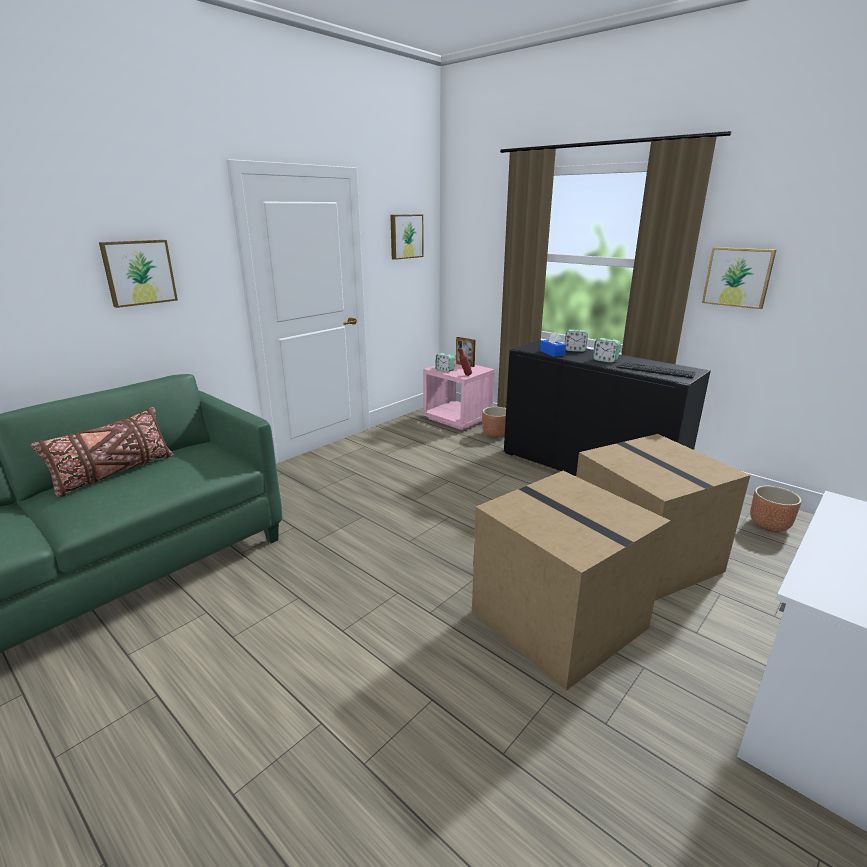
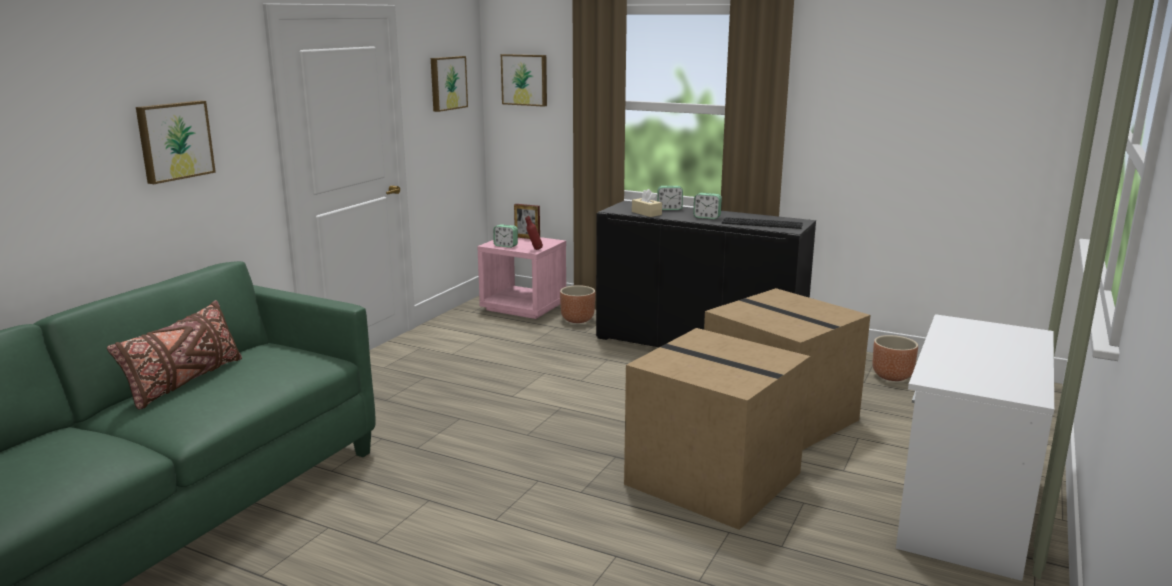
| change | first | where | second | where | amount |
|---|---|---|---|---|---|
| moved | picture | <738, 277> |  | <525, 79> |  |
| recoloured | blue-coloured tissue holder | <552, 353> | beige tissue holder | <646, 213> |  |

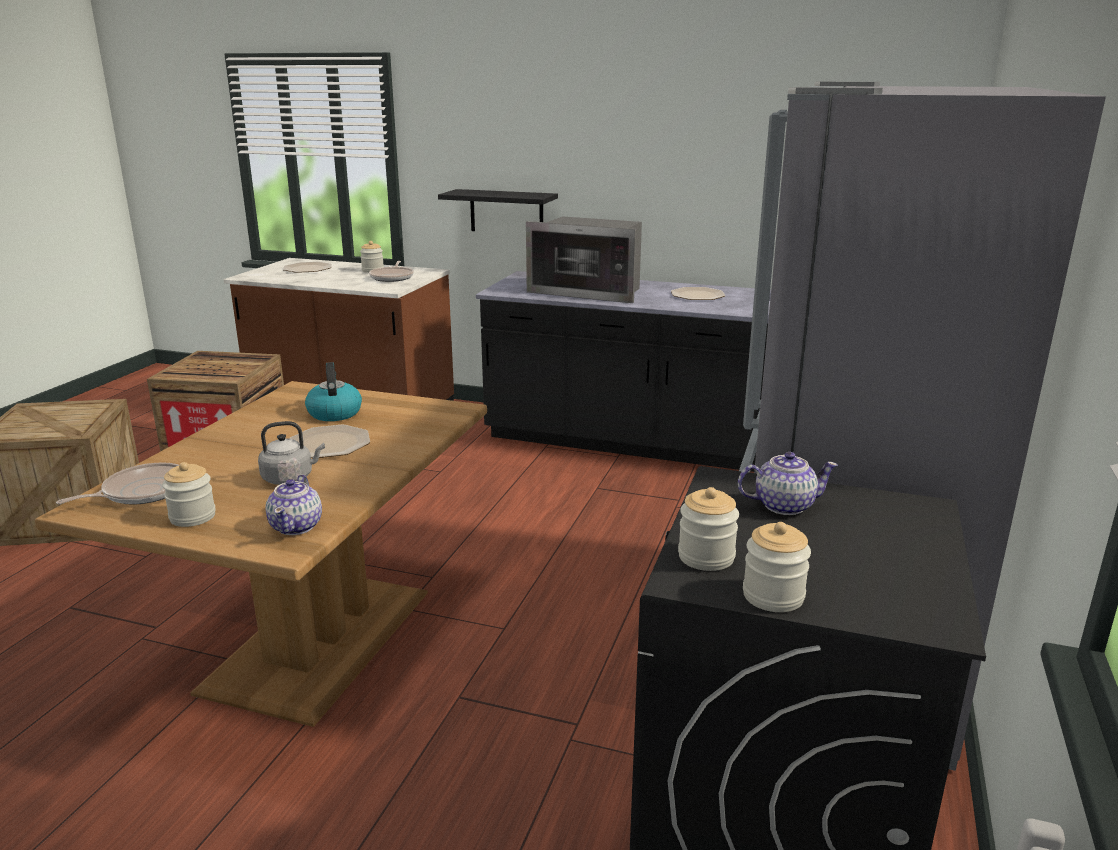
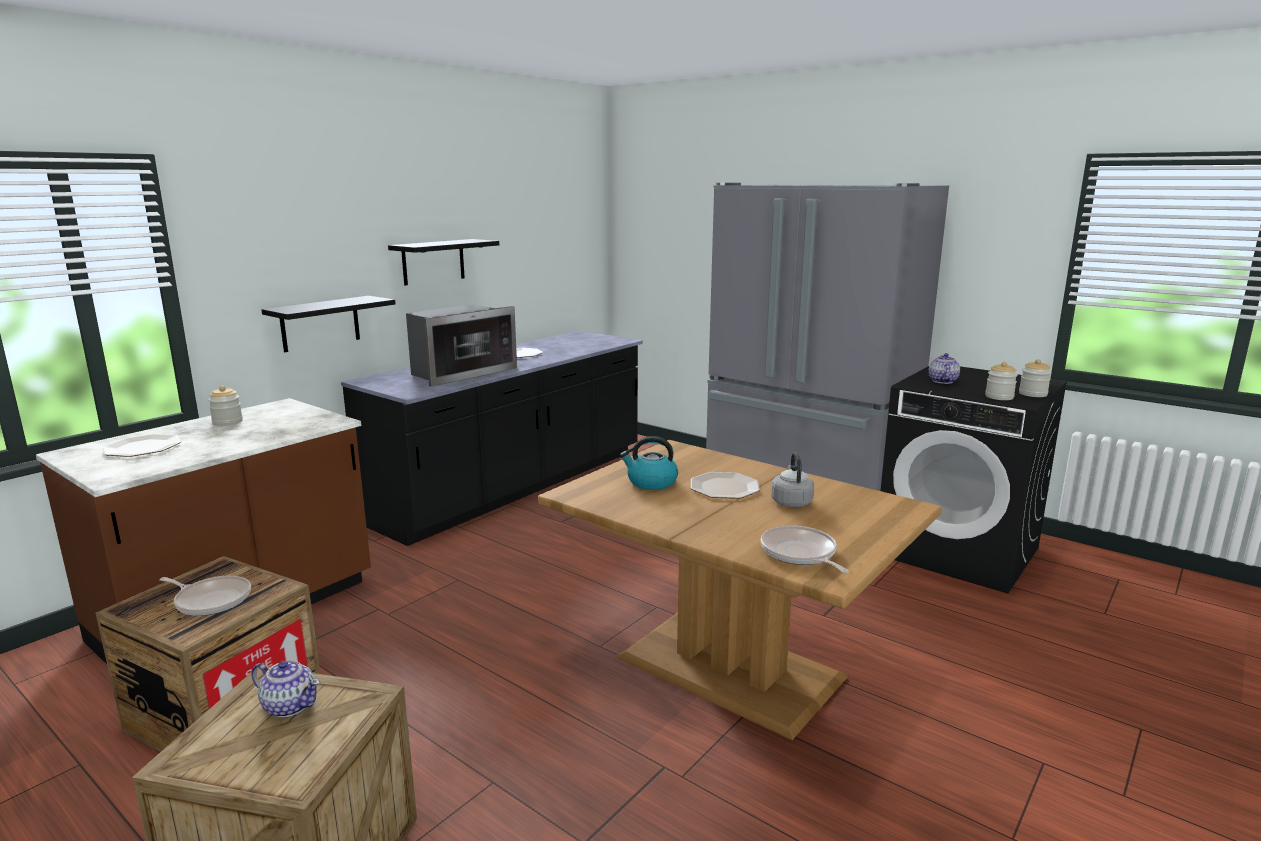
| change | first | where | second | where | amount |
|---|---|---|---|---|---|
| moved | frying pan | <392, 277> |  | <211, 600> |  |
| removed | storage jar | <192, 517> |  |  |  |
| moved | tea pot | <297, 526> |  | <289, 705> |  |
| added |  |  | black bracket shelf | <433, 261> |  |

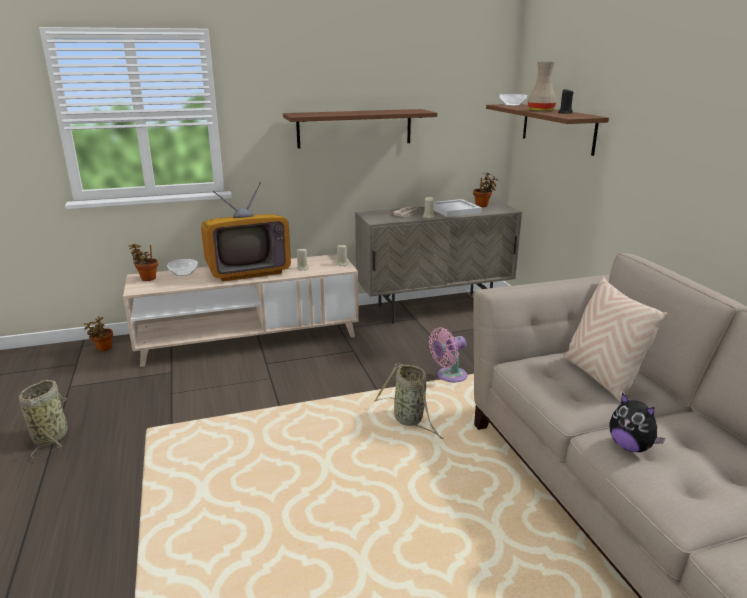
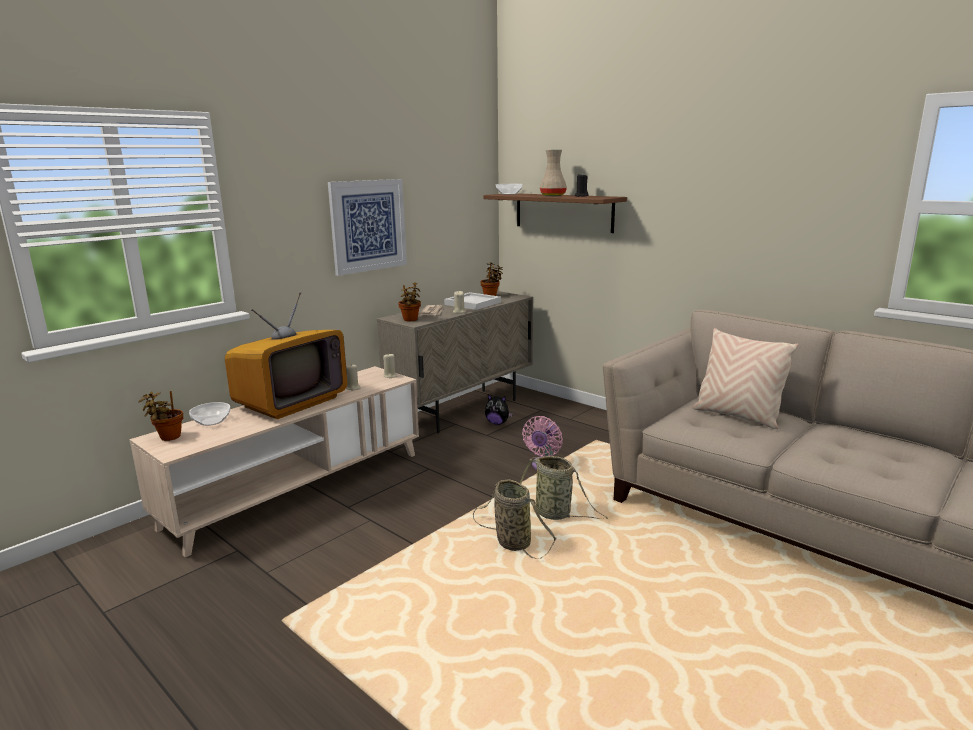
| change | first | where | second | where | amount |
|---|---|---|---|---|---|
| replaced | brownish bracket shelf | <354, 128> | picture | <368, 225> |  |
| moved | houseplant | <103, 349> |  | <410, 320> |  |
| moved | storage basket | <51, 436> |  | <511, 541> |  |
| moved | cuddly toy | <630, 447> |  | <497, 423> |  |

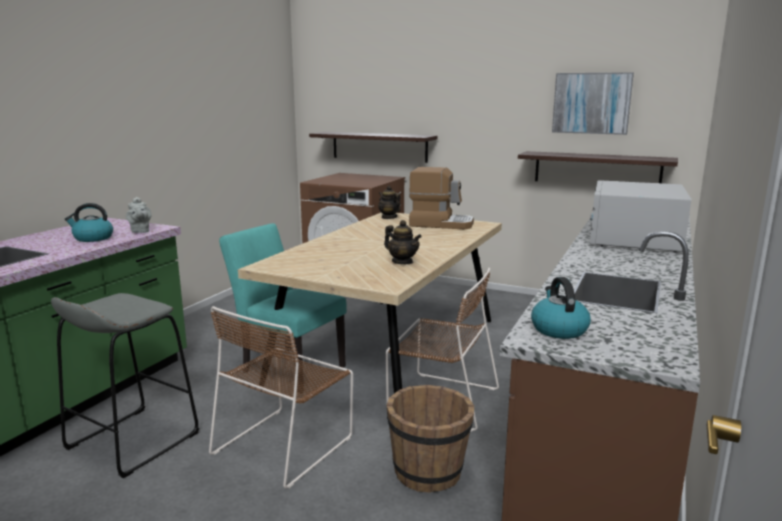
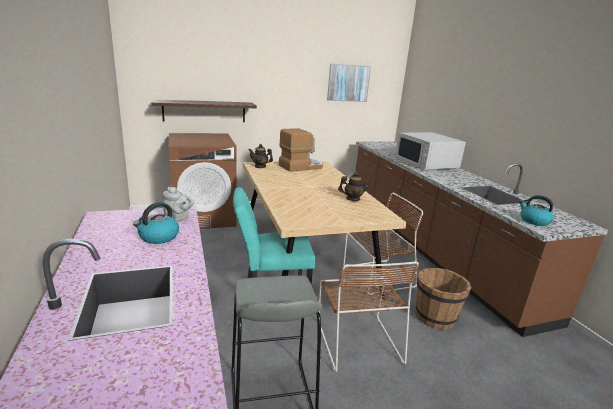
| change | first | where | second | where | amount |
|---|---|---|---|---|---|
| removed | bracket shelf | <596, 169> |  |  |  |

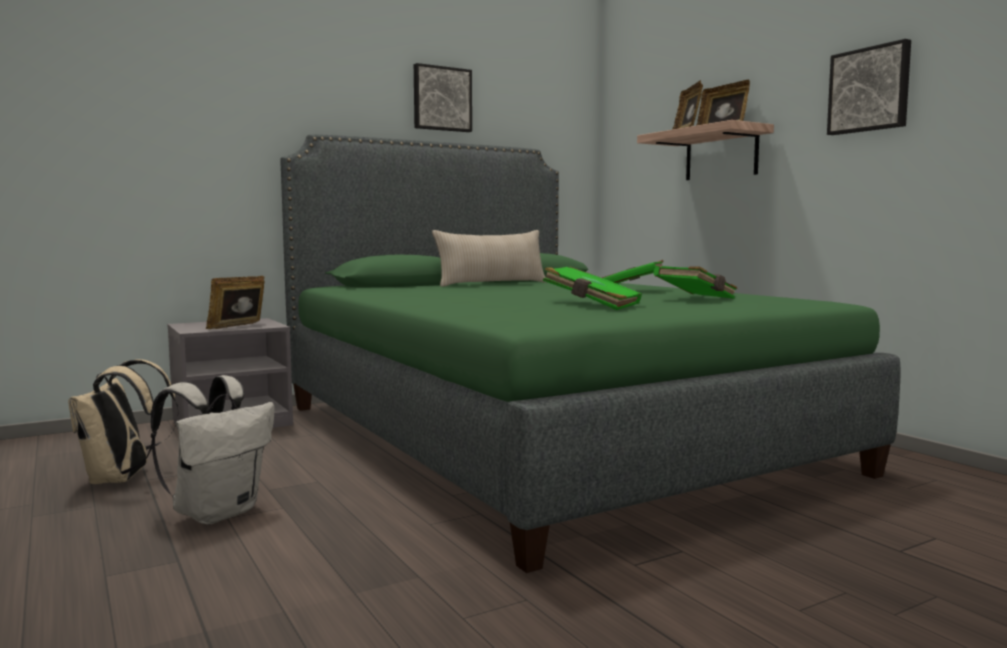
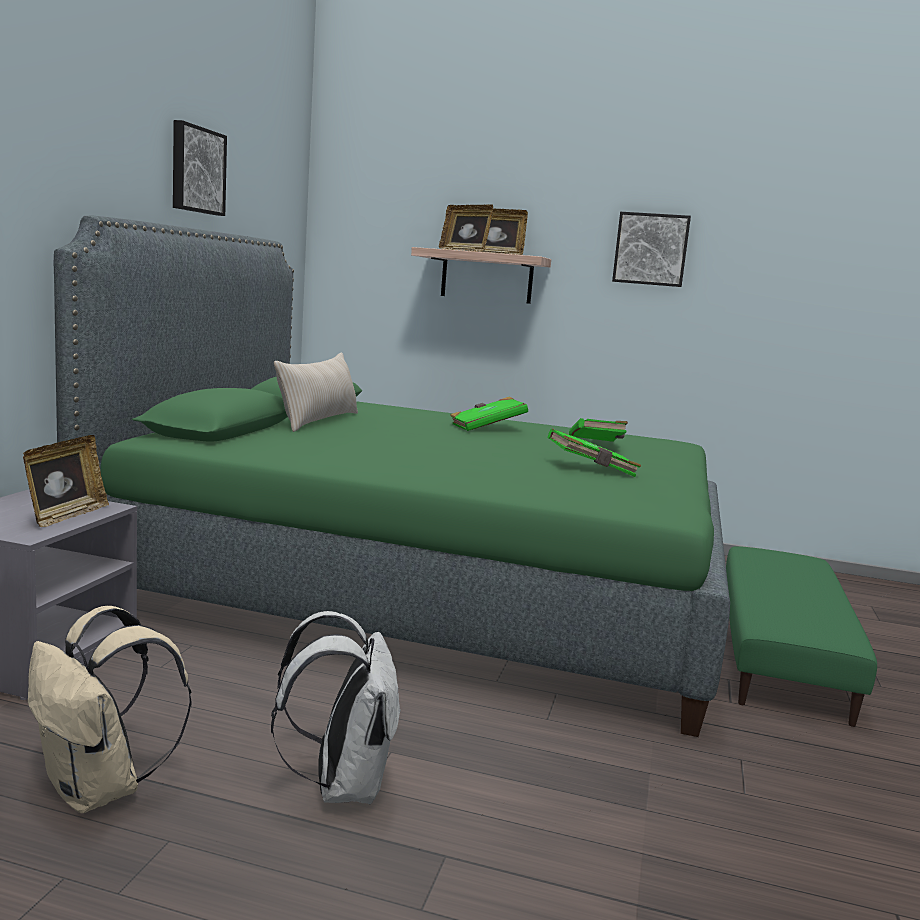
| change | first | where | second | where | amount |
|---|---|---|---|---|---|
| turned | standing frame | <238, 326> |  | <66, 516> | 150 degrees counterclockwise |
| added |  |  | green ottoman | <779, 652> |  |

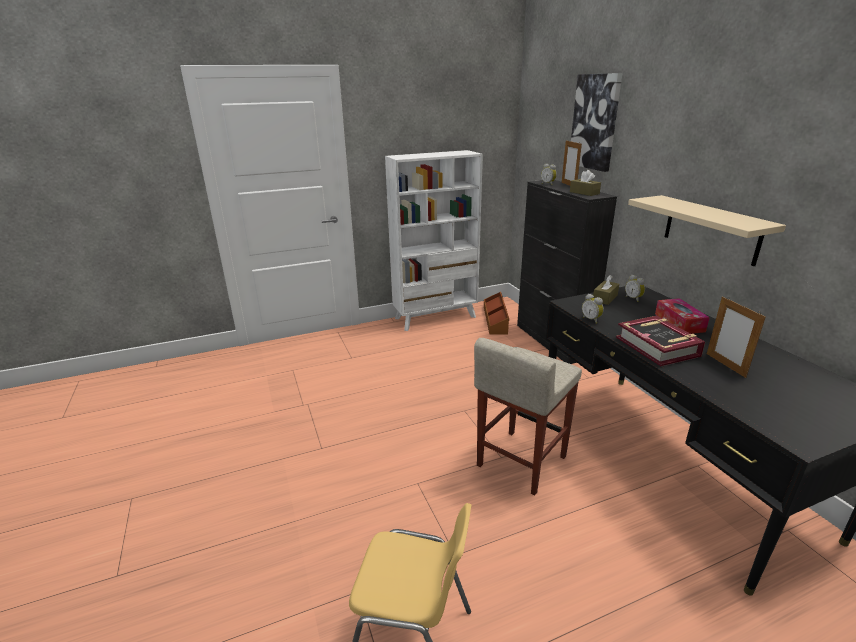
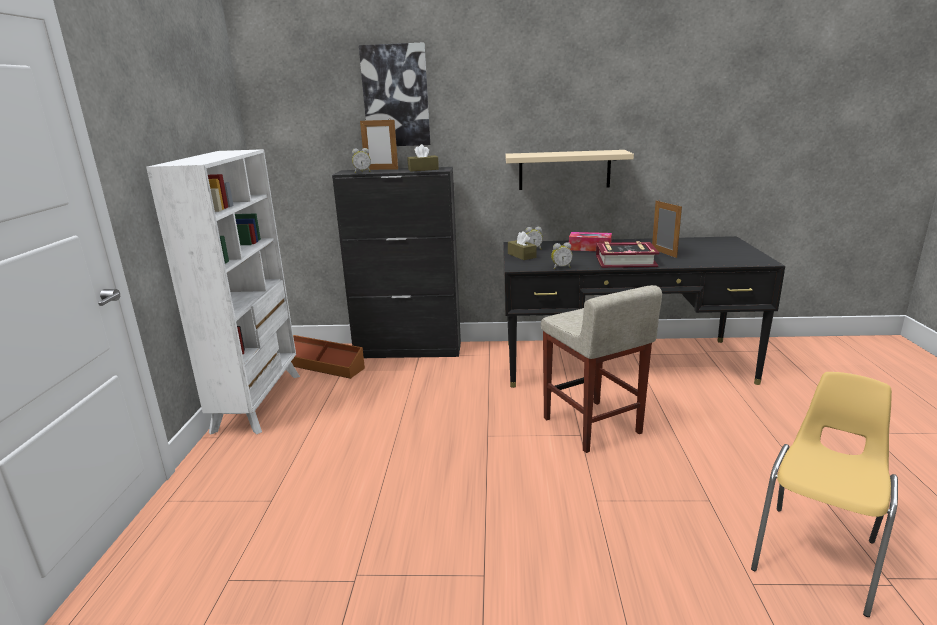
| change | first | where | second | where | amount |
|---|---|---|---|---|---|
| turned | standing frame | <725, 365> |  | <664, 253> | 120 degrees counterclockwise |

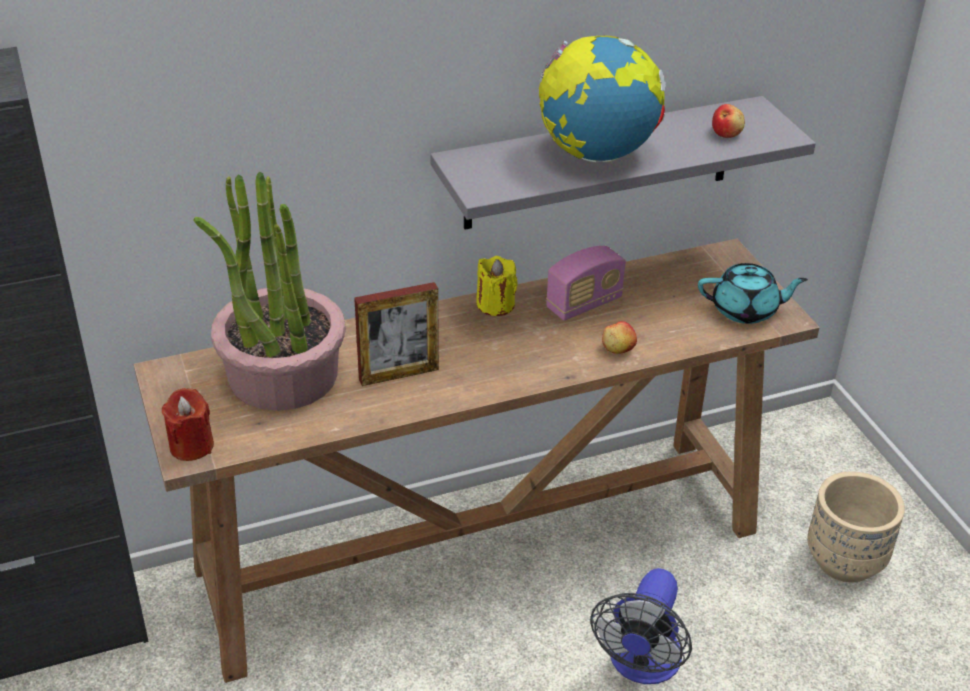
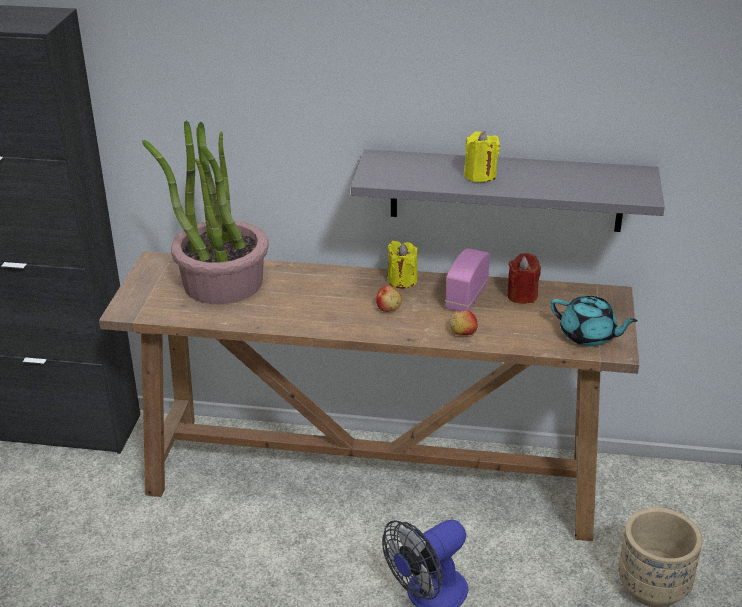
| change | first | where | second | where | amount |
|---|---|---|---|---|---|
| replaced | world globe | <597, 154> | yellow-coloured candle | <480, 175> |  |
| moved | apple fruit | <726, 133> |  | <389, 308> |  |
| turned | radio | <584, 304> |  | <466, 297> | 120 degrees clockwise |
| removed | standing frame | <399, 374> |  |  |  |
| moved | red candle | <191, 446> |  | <522, 295> |  |

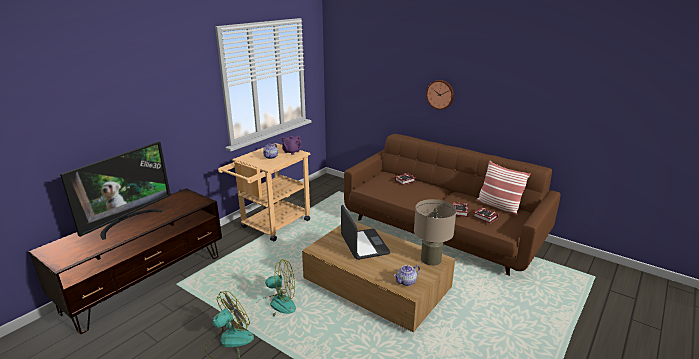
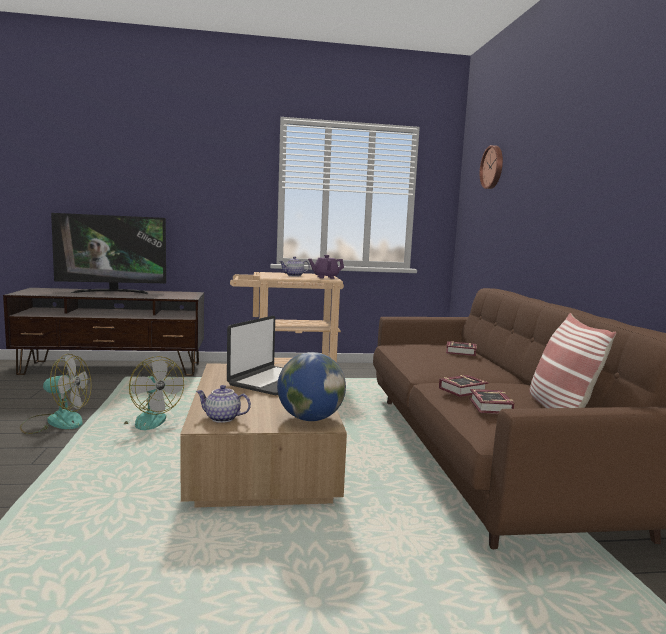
| change | first | where | second | where | amount |
|---|---|---|---|---|---|
| moved | clock on the wall | <440, 94> |  | <493, 167> |  |
| replaced | beige table lamp | <431, 259> | world globe | <310, 419> |  |

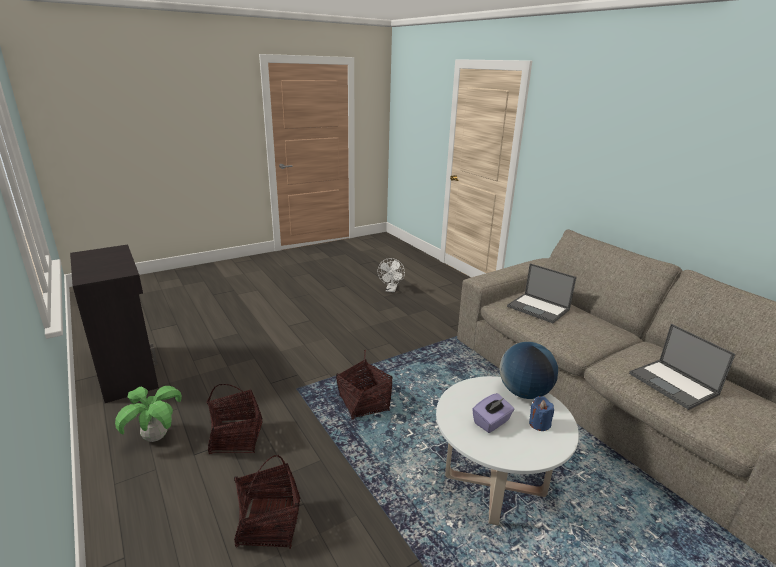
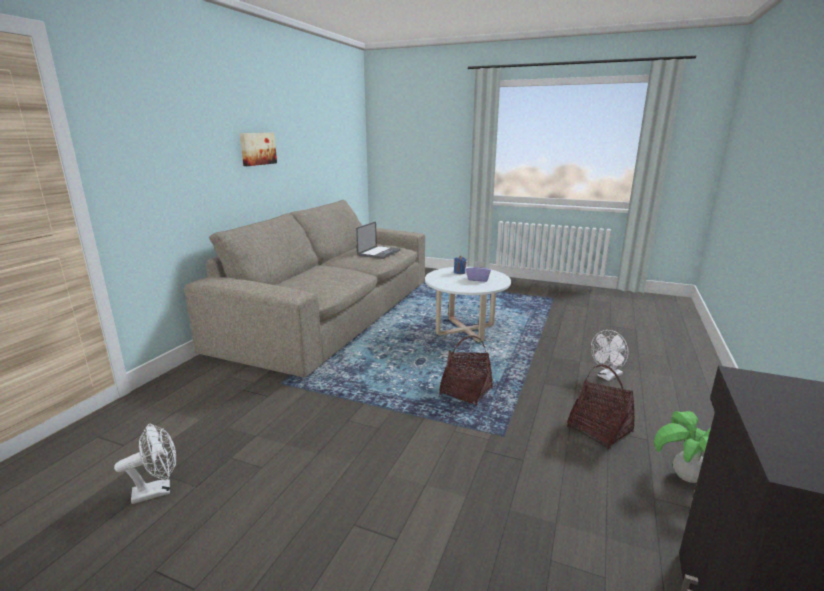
| change | first | where | second | where | amount |
|---|---|---|---|---|---|
| removed | portable computer | <539, 308> |  |  |  |
| removed | world globe | <524, 393> |  |  |  |
| replaced | storage basket | <269, 524> | white-coloured fan | <607, 376> |  |
| added |  |  | picture | <257, 148> |  |

